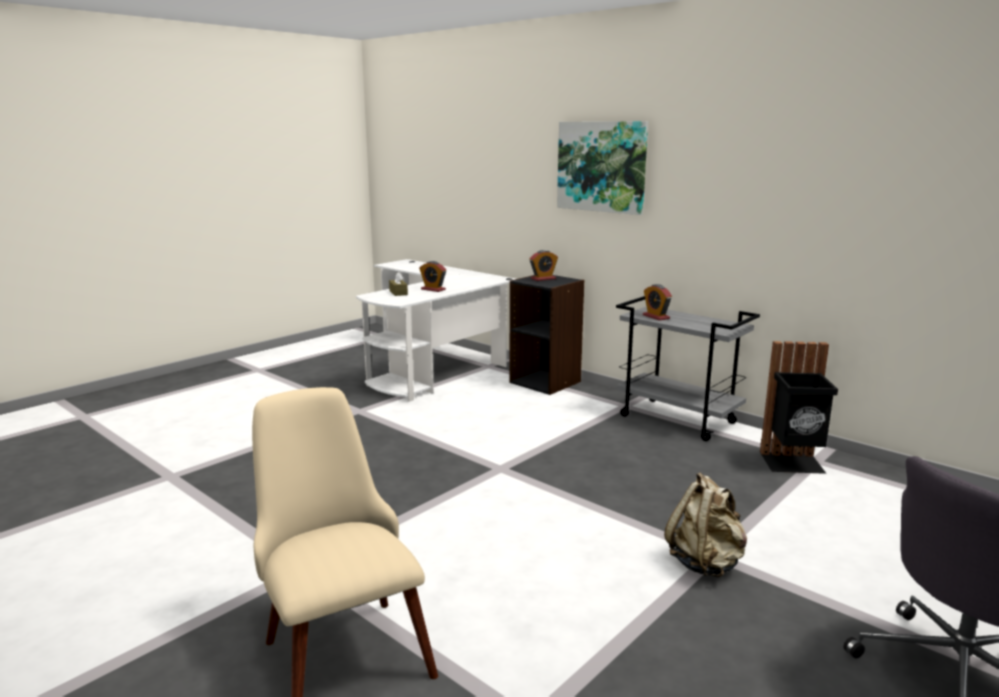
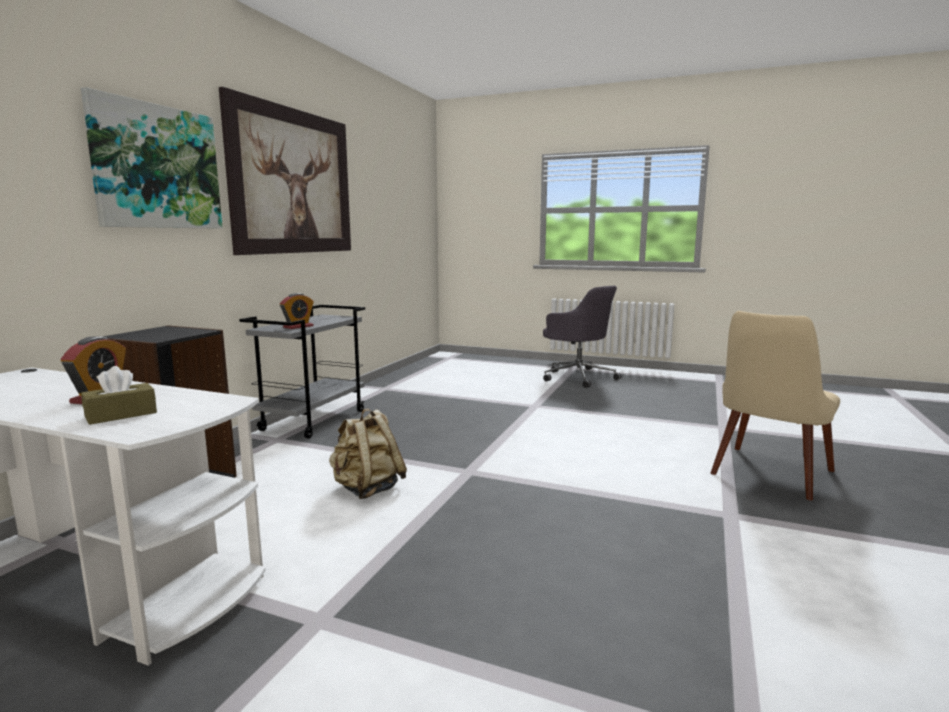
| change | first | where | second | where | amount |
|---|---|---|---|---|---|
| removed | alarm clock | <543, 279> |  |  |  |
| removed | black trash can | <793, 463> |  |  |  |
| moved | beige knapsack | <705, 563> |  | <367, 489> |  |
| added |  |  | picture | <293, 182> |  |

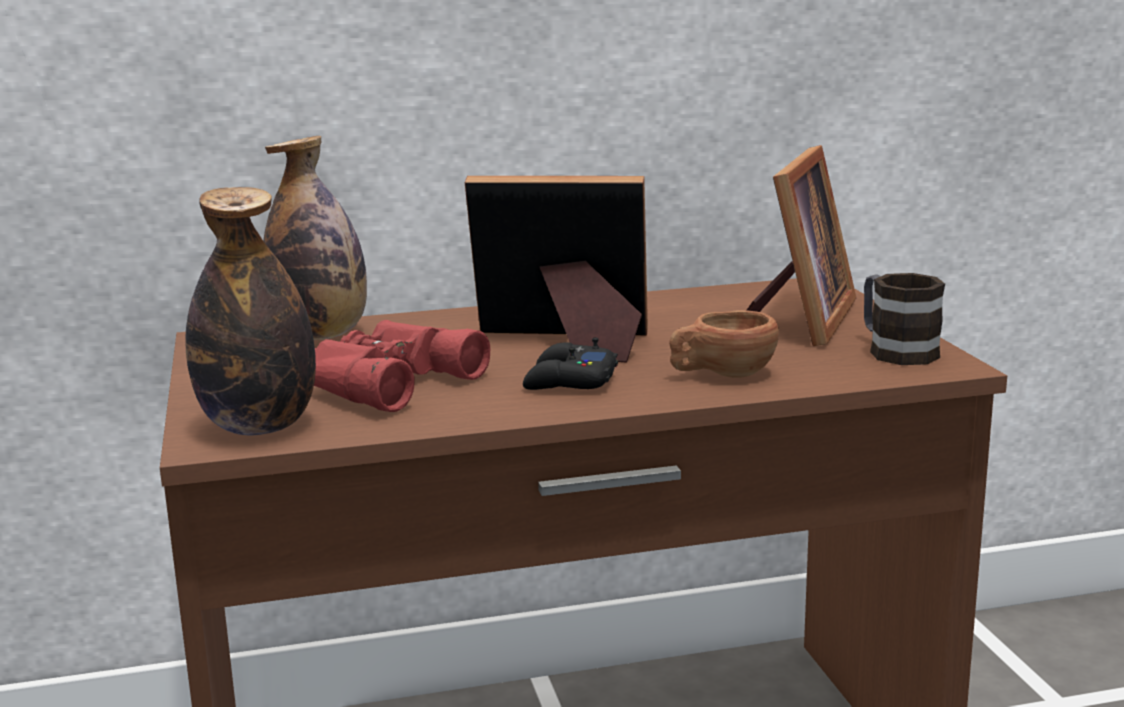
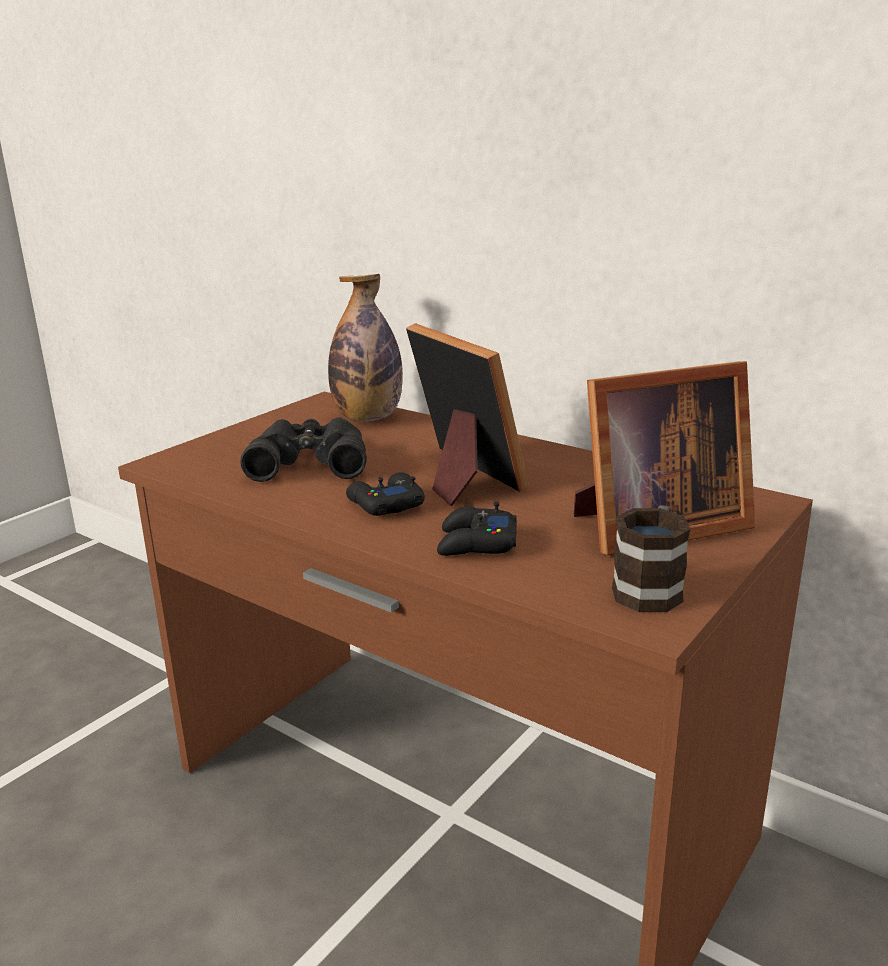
| change | first | where | second | where | amount |
|---|---|---|---|---|---|
| removed | bottle | <259, 426> |  |  |  |
| replaced | brownish drinking cup | <722, 374> | black game controller | <476, 543> |  |
| recoloured | red binoculars | <383, 382> | black binoculars | <309, 460> |  |

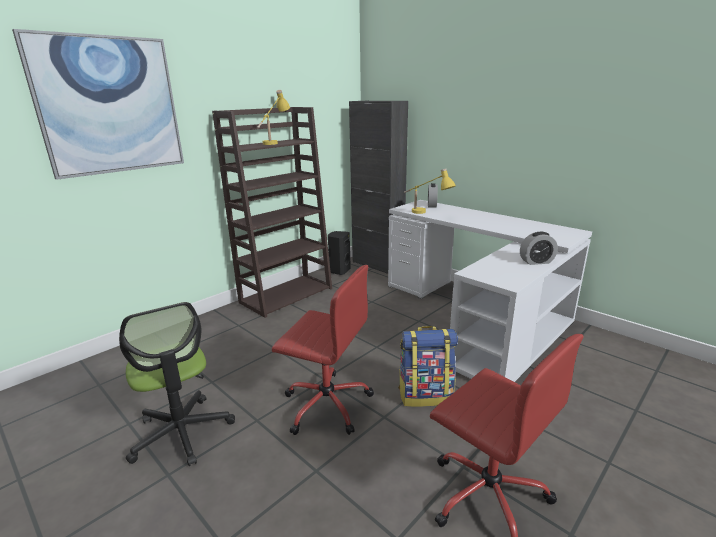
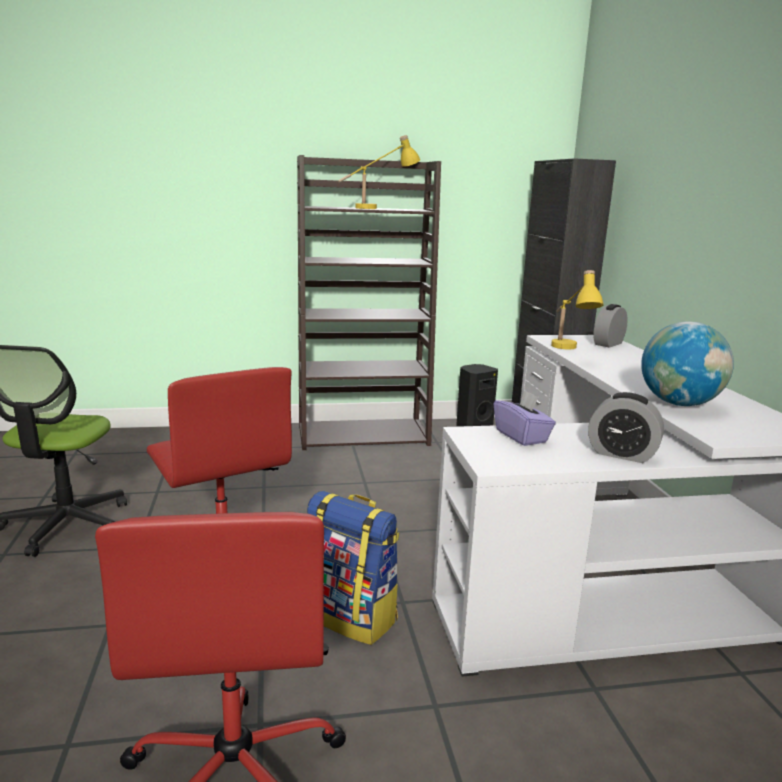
| change | first | where | second | where | amount |
|---|---|---|---|---|---|
| removed | picture | <110, 106> |  |  |  |
| added |  |  | world globe | <679, 404> |  |
| added |  |  | purple tissue holder | <521, 436> |  |

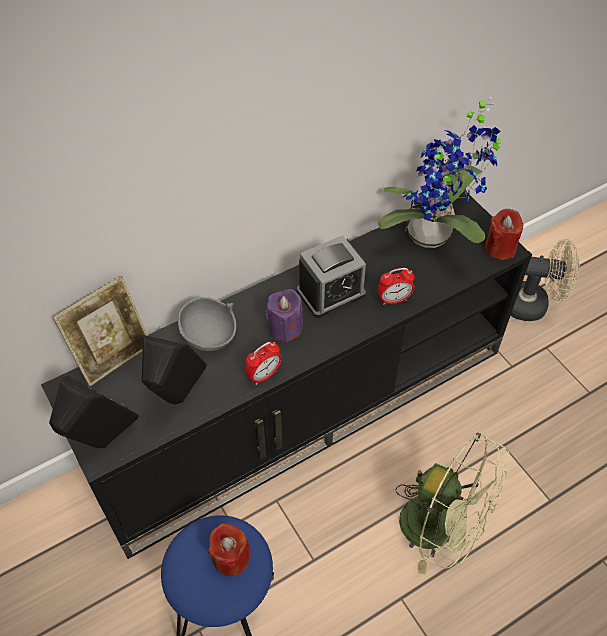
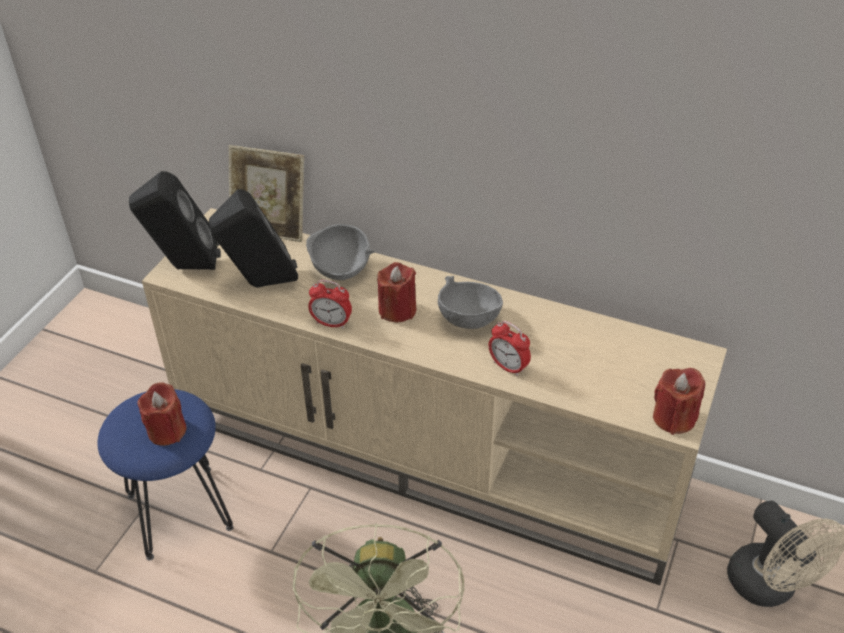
| change | first | where | second | where | amount |
|---|---|---|---|---|---|
| removed | houseplant | <434, 237> |  |  |  |
| recoloured | black tv unit | <302, 407> | beige tv unit | <428, 450> |  |
| replaced | alarm clock | <331, 293> | greyish bowl | <470, 319> |  |
| recoloured | purple candle | <285, 328> | red candle | <397, 310> |  |

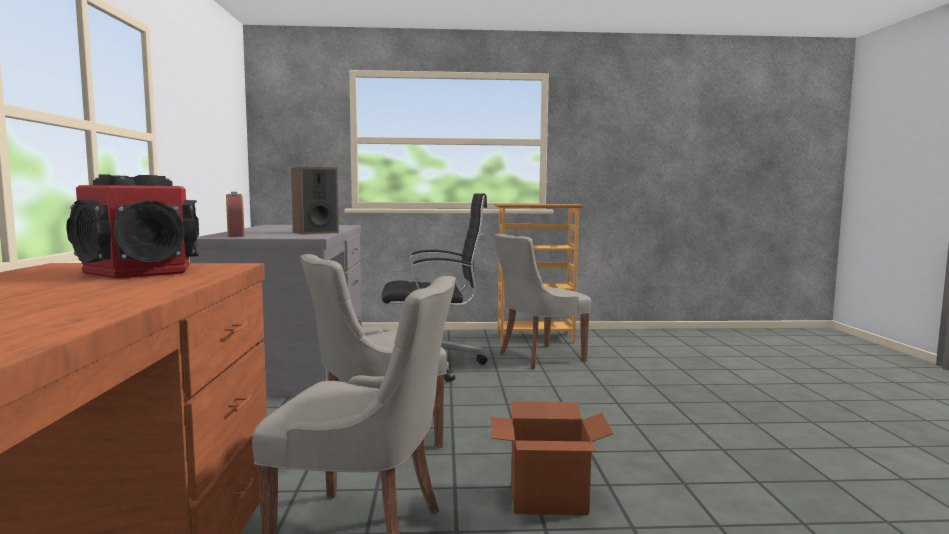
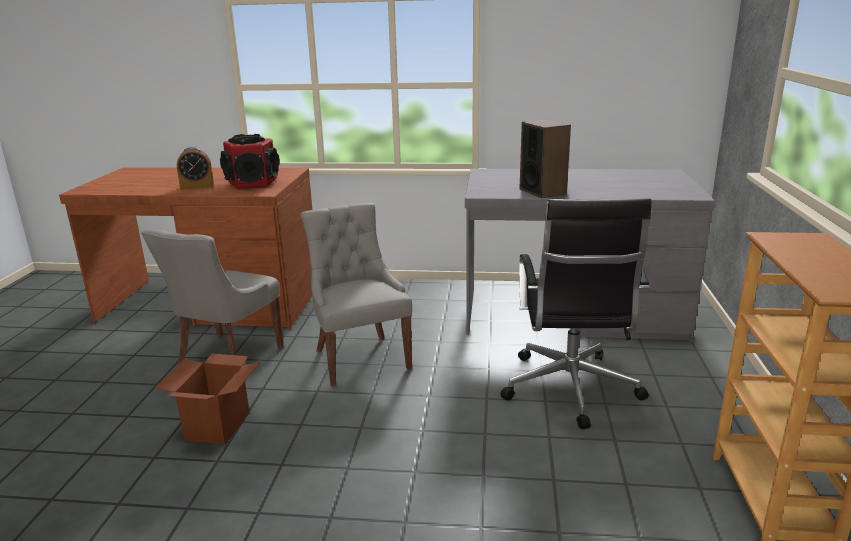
| change | first | where | second | where | amount |
|---|---|---|---|---|---|
| moved | alarm clock | <235, 235> |  | <197, 186> |  |
| removed | greyish upright chair | <539, 357> |  |  |  |

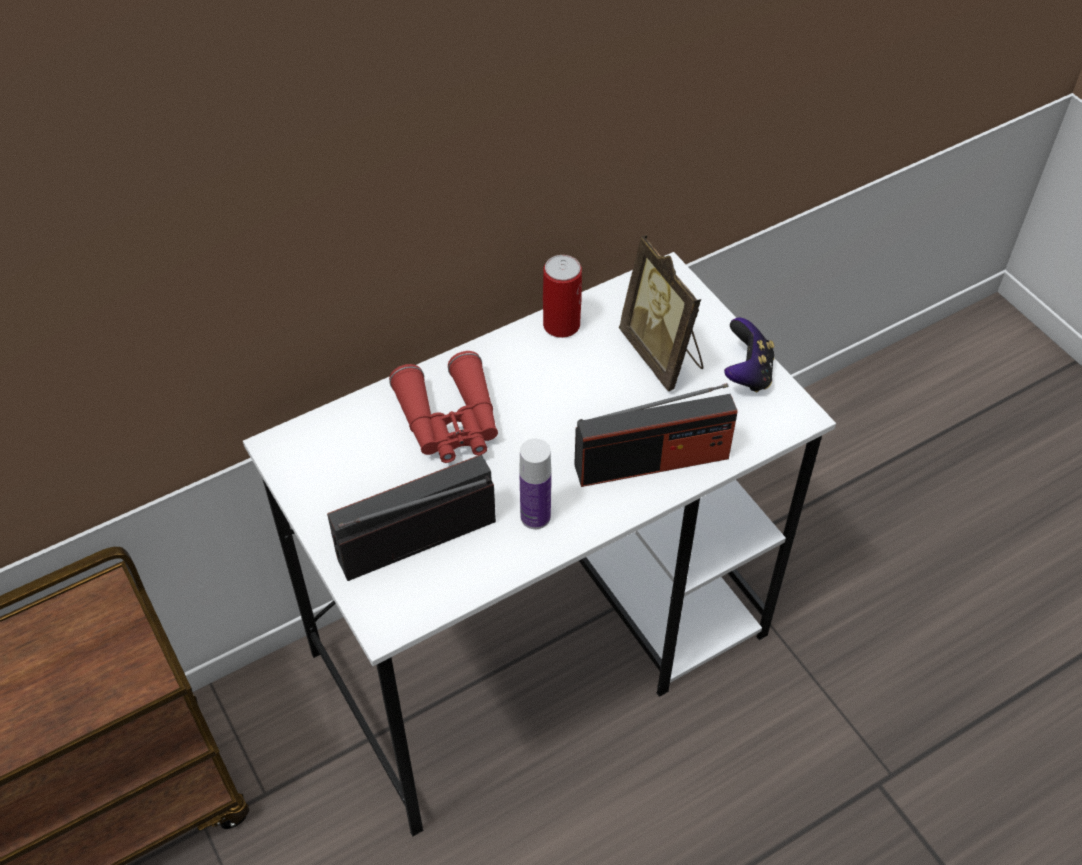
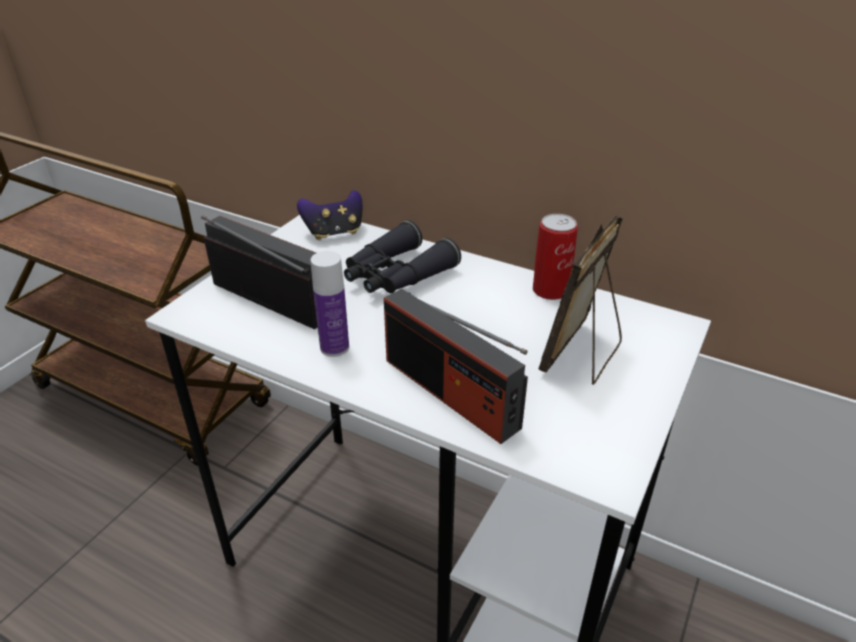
| change | first | where | second | where | amount |
|---|---|---|---|---|---|
| moved | game controller | <747, 373> |  | <334, 233> |  |
| recoloured | red binoculars | <450, 422> | black binoculars | <396, 275> |  |

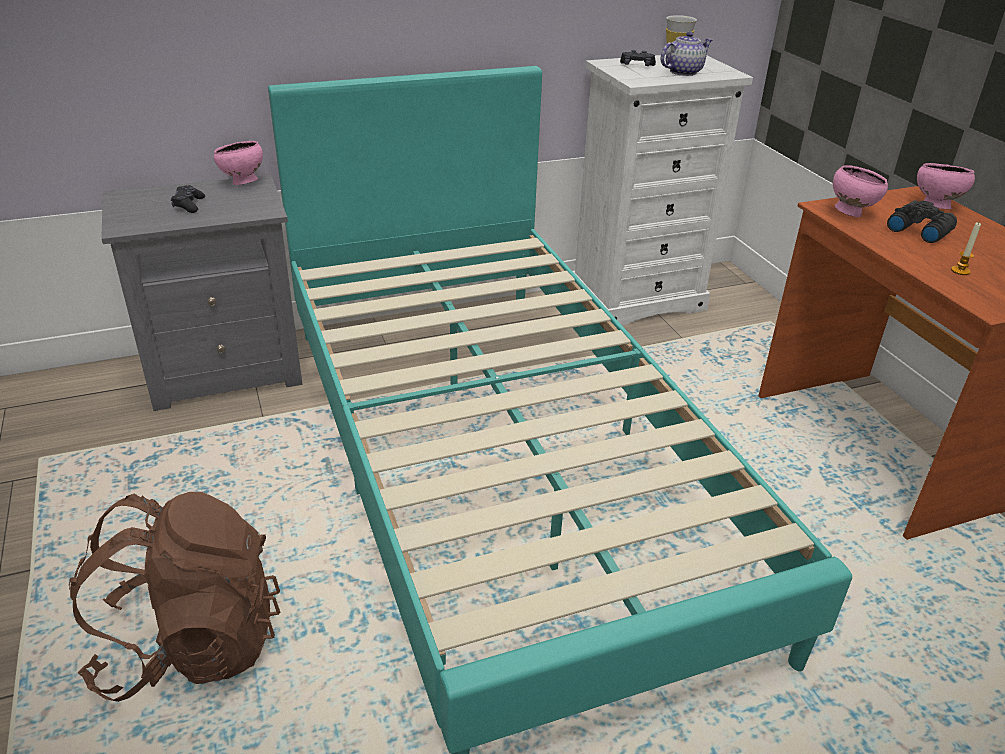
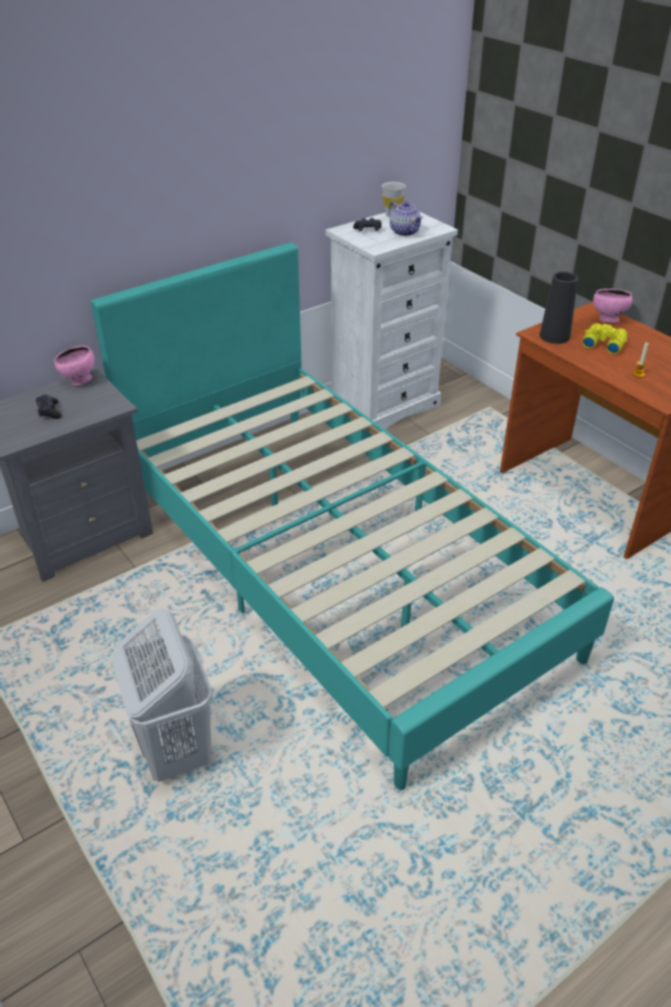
| change | first | where | second | where | amount |
|---|---|---|---|---|---|
| turned | tea pot | <683, 72> |  | <405, 232> | 105 degrees clockwise |
| replaced | pinkish bowl | <850, 213> | black vase | <554, 336> |  |
| recoloured | black binoculars | <918, 230> | yellow-coloured binoculars | <602, 343> |  |
| replaced | brownish knapsack | <191, 644> | white-coloured hamper | <175, 750> |  |

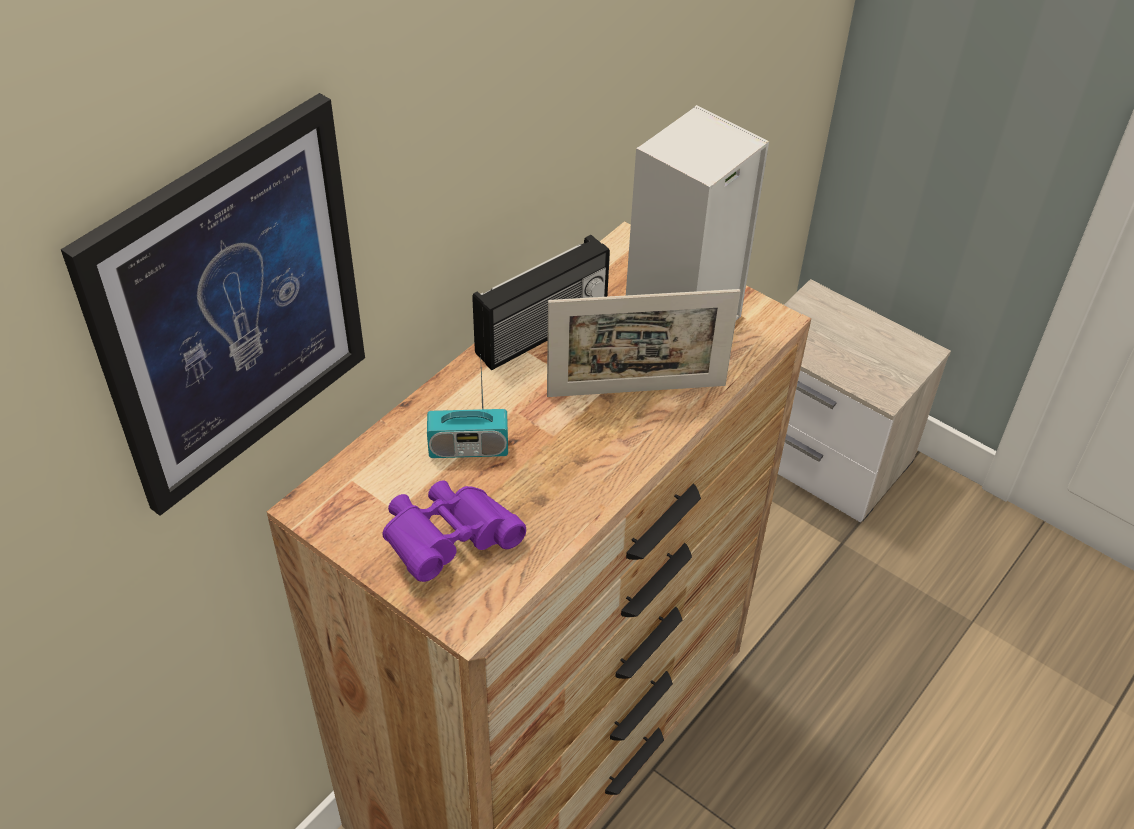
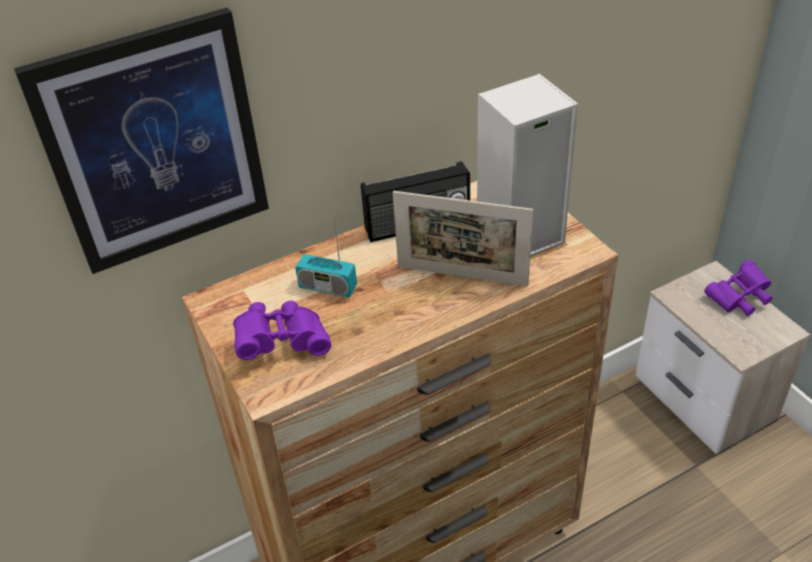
| change | first | where | second | where | amount |
|---|---|---|---|---|---|
| added |  |  | purple binoculars | <739, 299> |  |

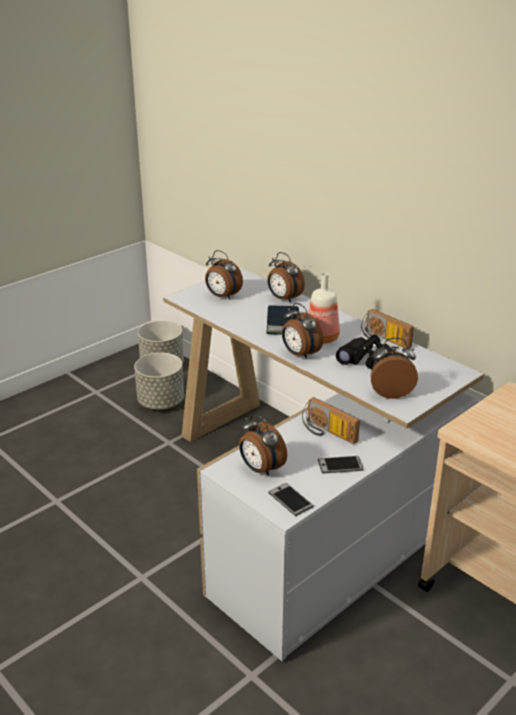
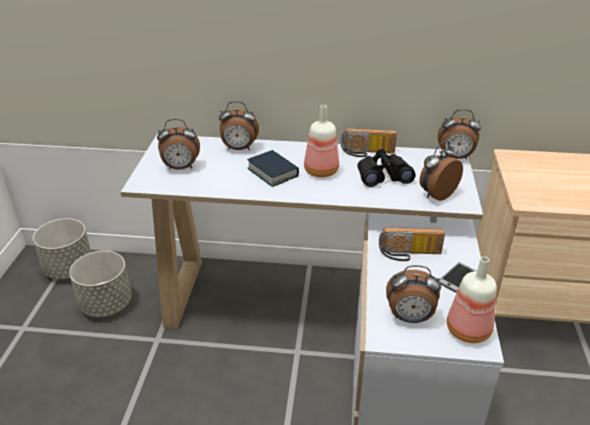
| change | first | where | second | where | amount |
|---|---|---|---|---|---|
| moved | alarm clock | <299, 354> |  | <455, 157> |  |
| replaced | telephone | <290, 500> | bottle | <469, 331> |  |

